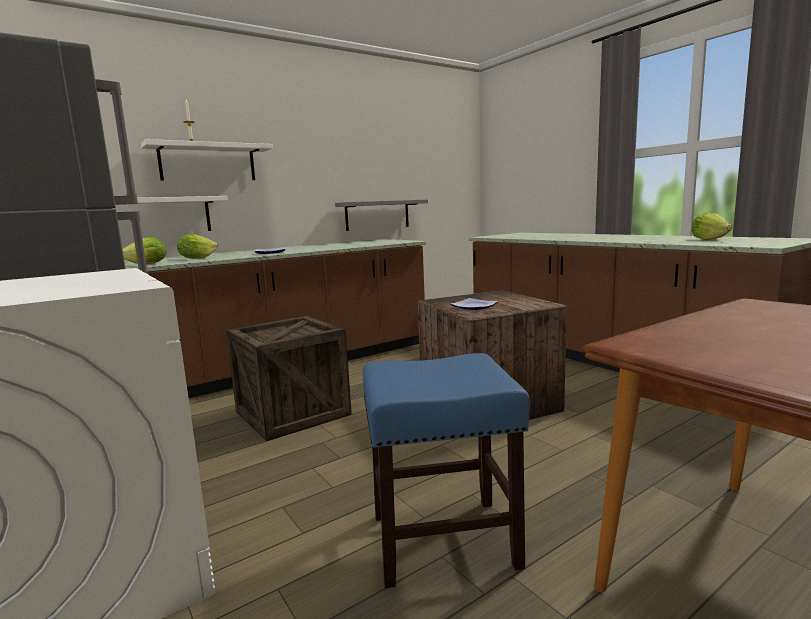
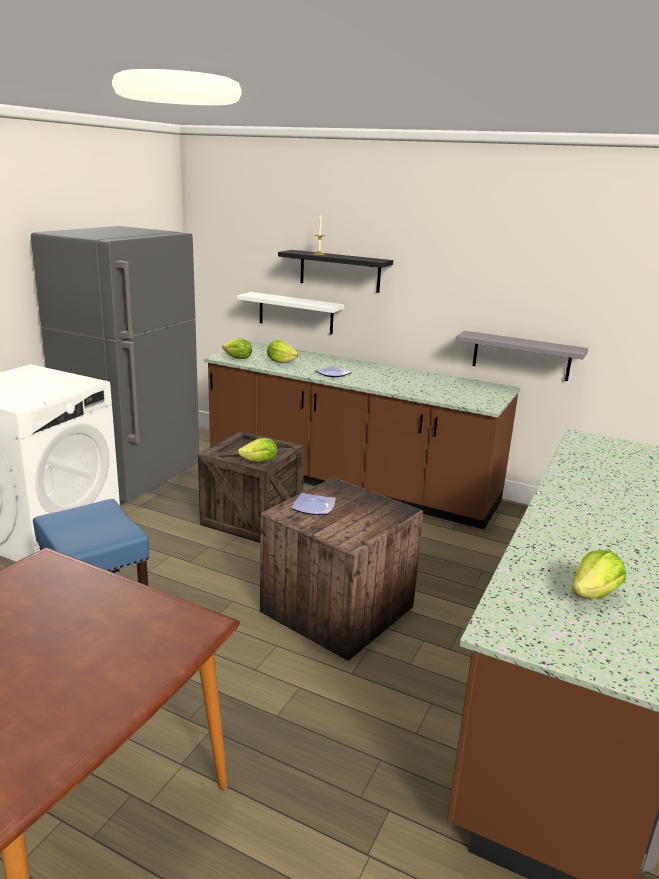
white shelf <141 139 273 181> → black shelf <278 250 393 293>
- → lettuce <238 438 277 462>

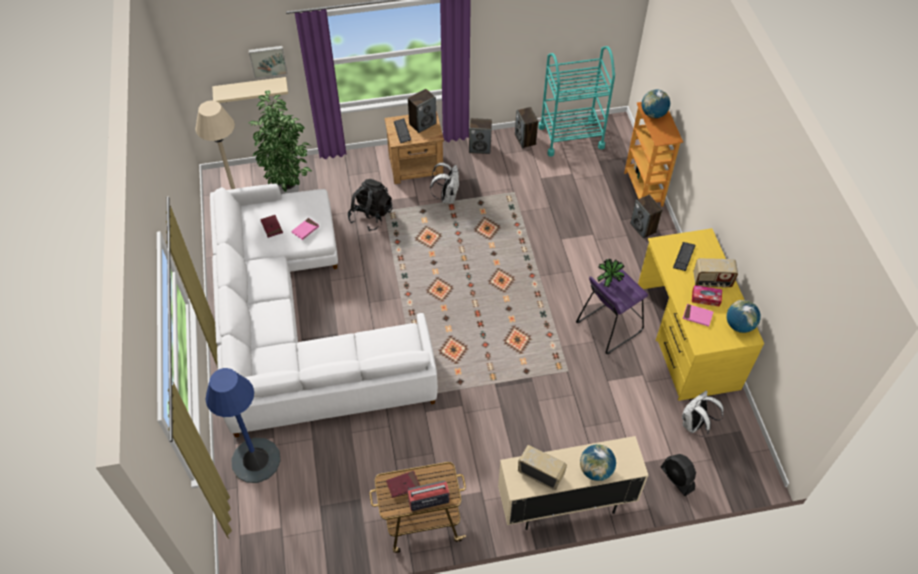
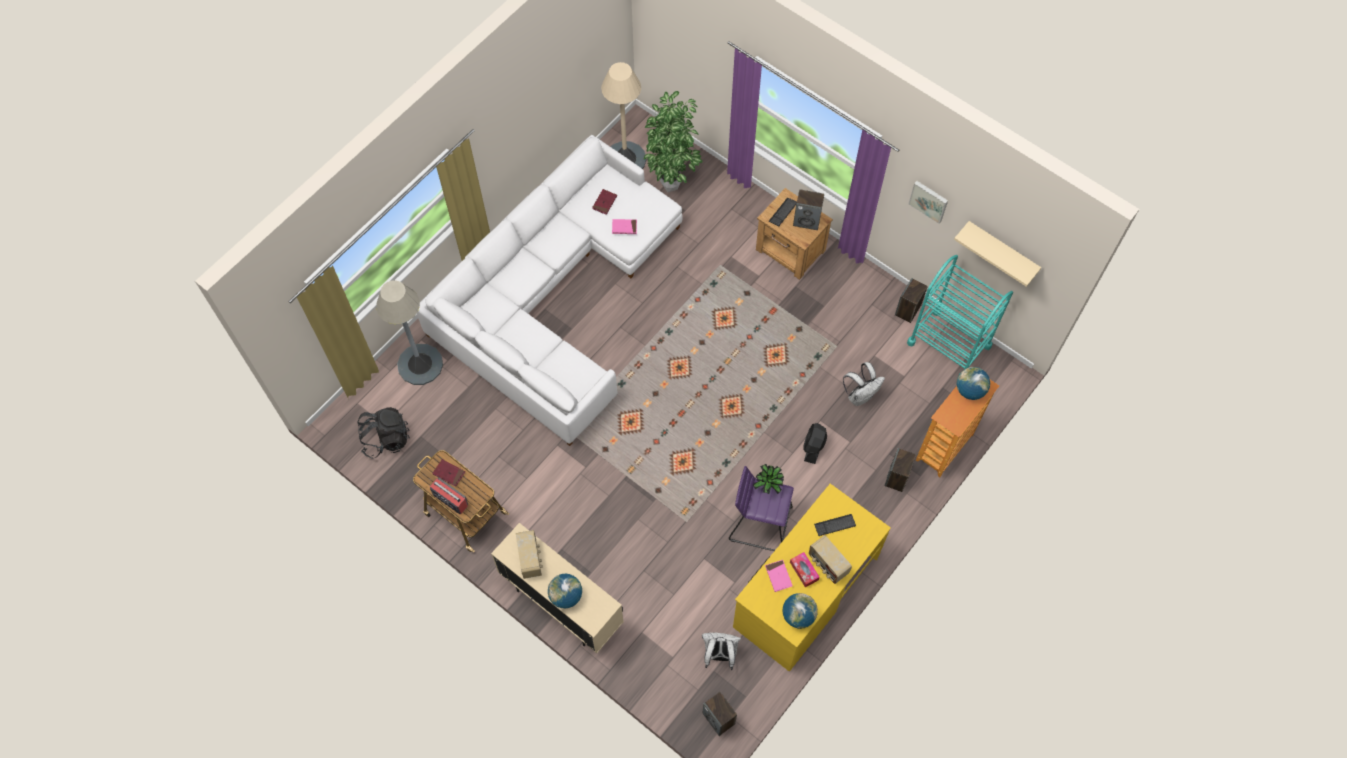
picture <249 46 288 78> → picture <909 181 948 224>, shifted
beige shelf <212 77 288 103> → beige shelf <954 221 1041 287>, shifted
speaker <469 118 492 154> → speaker <703 692 737 736>, shifted
white backpack <430 162 459 204> → white backpack <843 362 885 406>, shifted
black backpack <348 179 392 231> → black backpack <357 407 410 458>, shifted
blue floor lamp <205 368 281 483> → grey floor lamp <376 280 443 385>
black fan <661 454 696 496> → black fan <803 423 827 464>, shifted

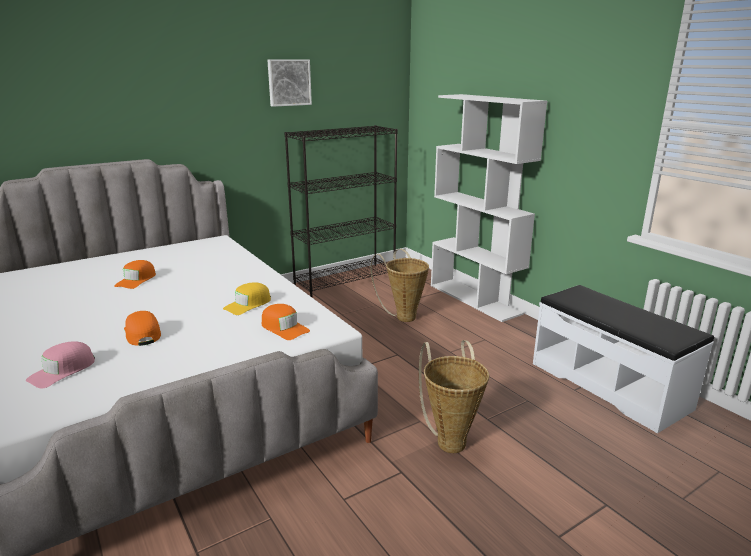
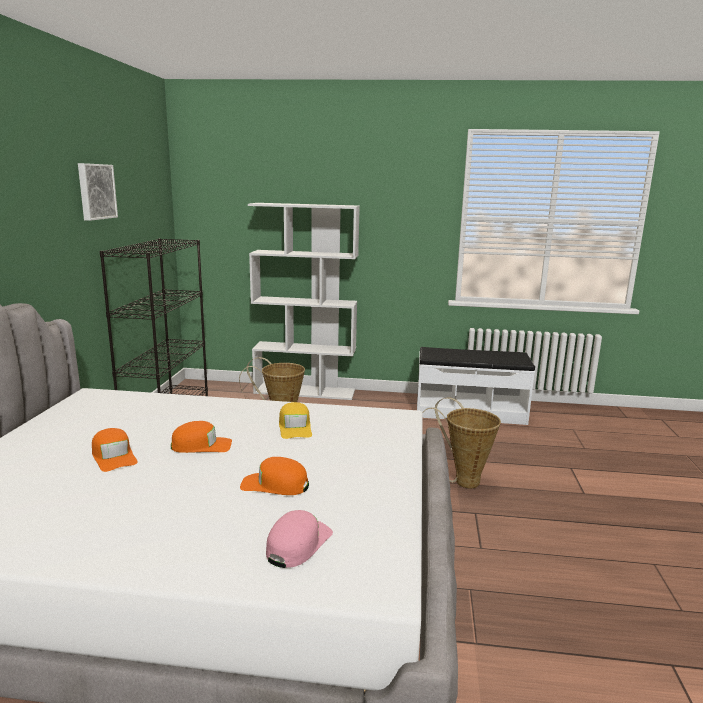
orange cap <262 304 310 340> → orange cap <171 421 232 453>, shifted
pink cap <26 341 95 389> → pink cap <266 510 333 568>, 135 degrees counterclockwise

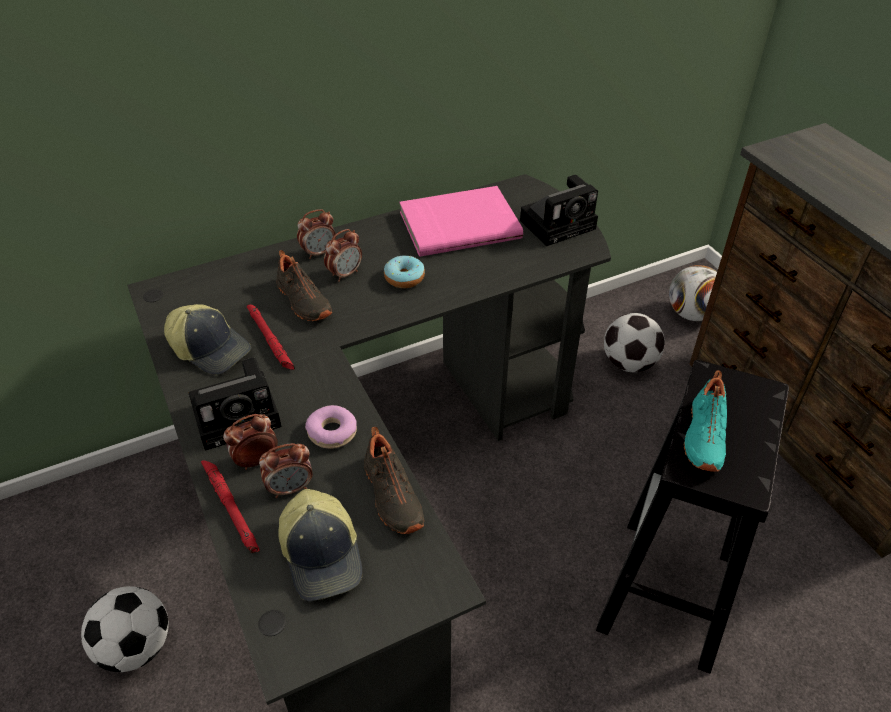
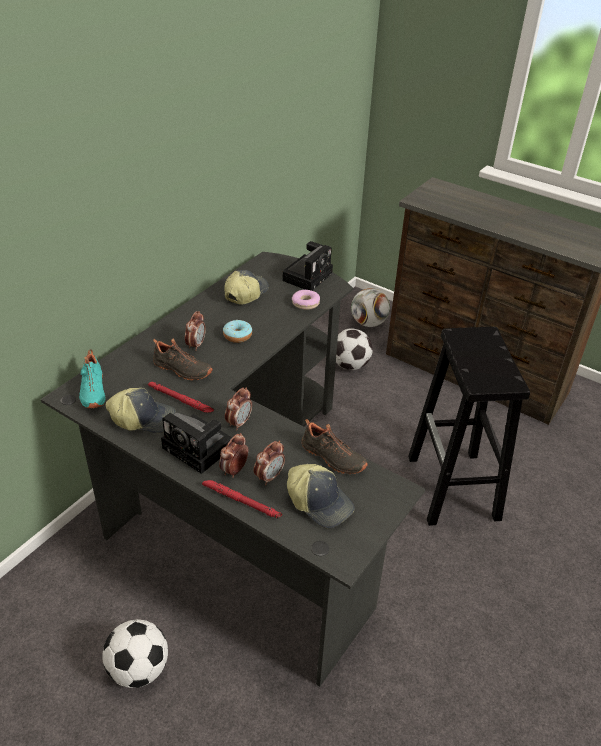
pink book <399 186 523 257> → cap <224 270 269 305>
alarm clock <297 209 336 259> → alarm clock <225 387 252 431>, shifted
photo camera <189 357 282 451> → photo camera <161 412 232 474>, 90 degrees clockwise
turquoise shoe <684 370 727 472> → turquoise shoe <79 349 106 408>, shifted
donut <305 405 357 449> → donut <292 290 320 310>, shifted

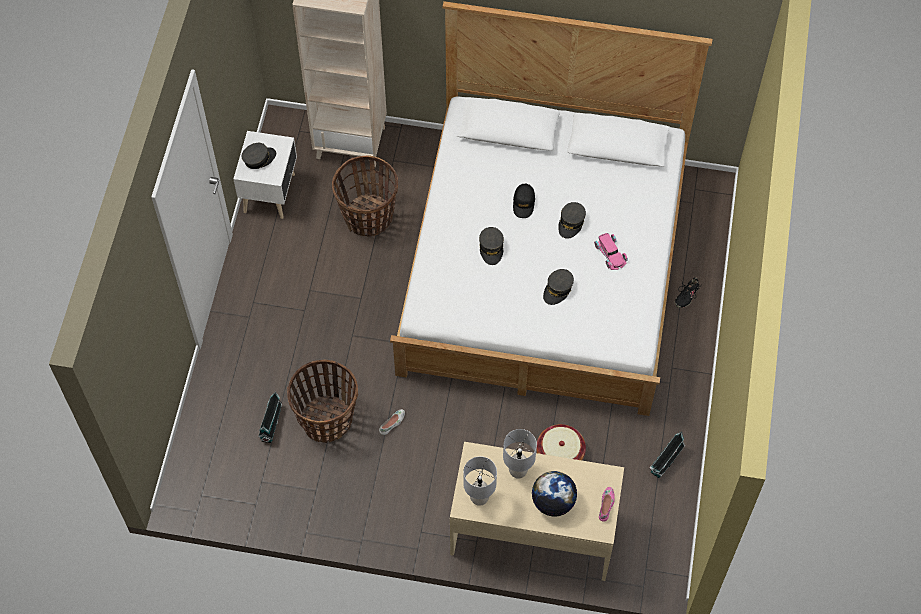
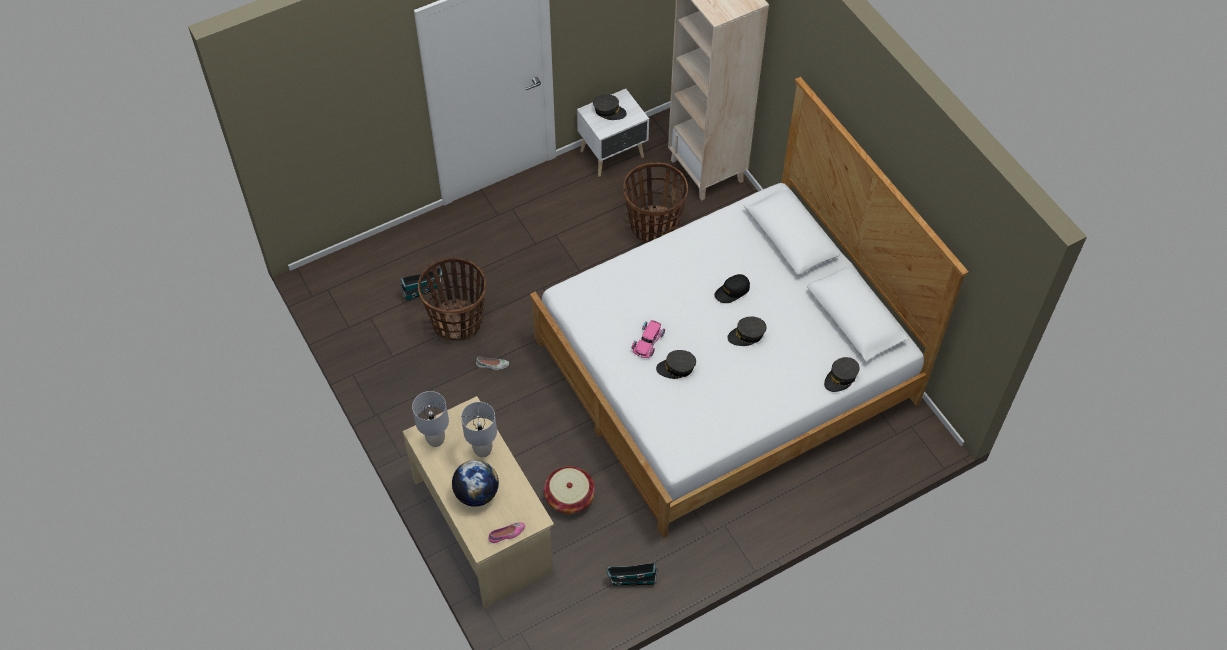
grey cap <479 227 504 265> → grey cap <824 357 859 392>, shifted
pink toy car <594 233 628 270> → pink toy car <631 320 665 358>, shifted
black shoe <674 277 700 308> → -

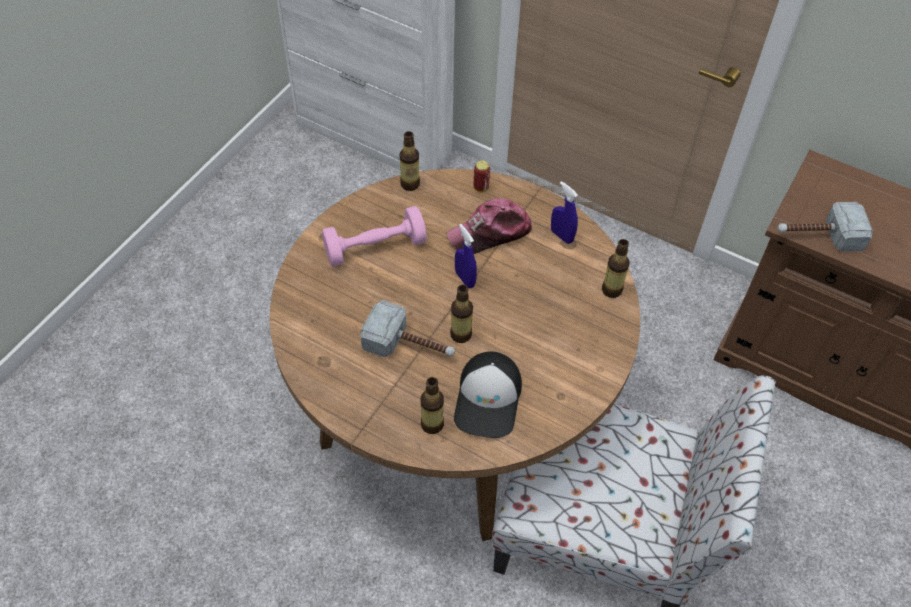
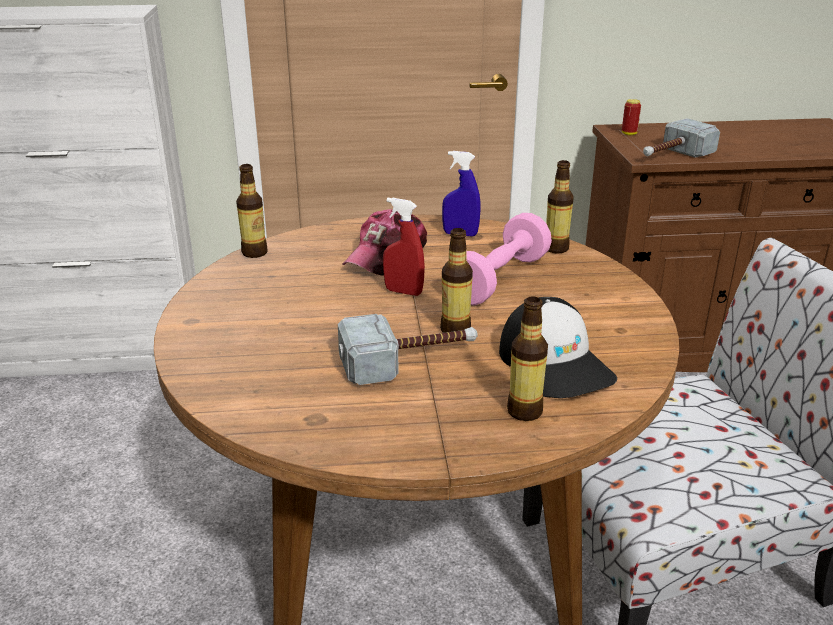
can <474 161 490 192> → can <622 99 641 135>, shifted
pink dumbbell <322 206 427 267> → pink dumbbell <466 213 552 306>, shifted
blue spray bottle <455 224 477 288> → red spray bottle <383 198 425 296>

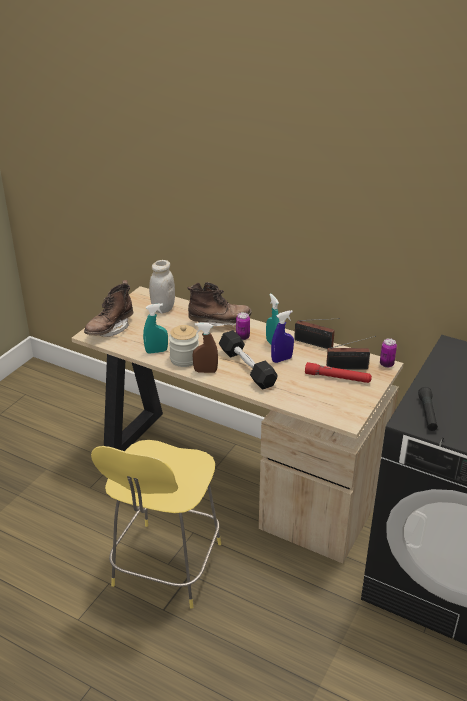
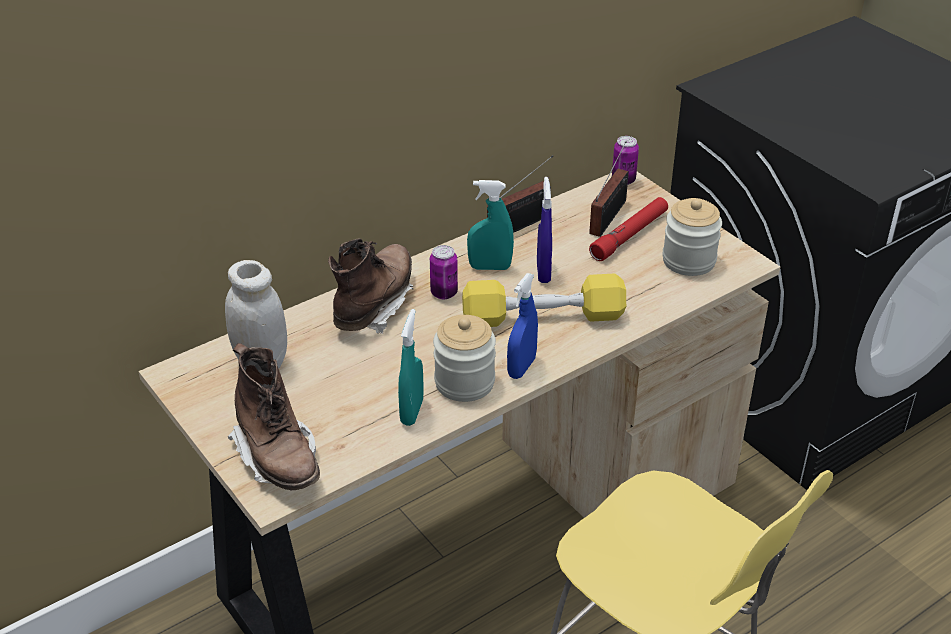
brown spray bottle <193 323 218 373> → blue spray bottle <507 273 538 379>
black dumbbell <219 330 278 389> → yellow dumbbell <462 273 626 327>
black flashlight <418 387 438 431> → -
- → jar <662 198 722 276>

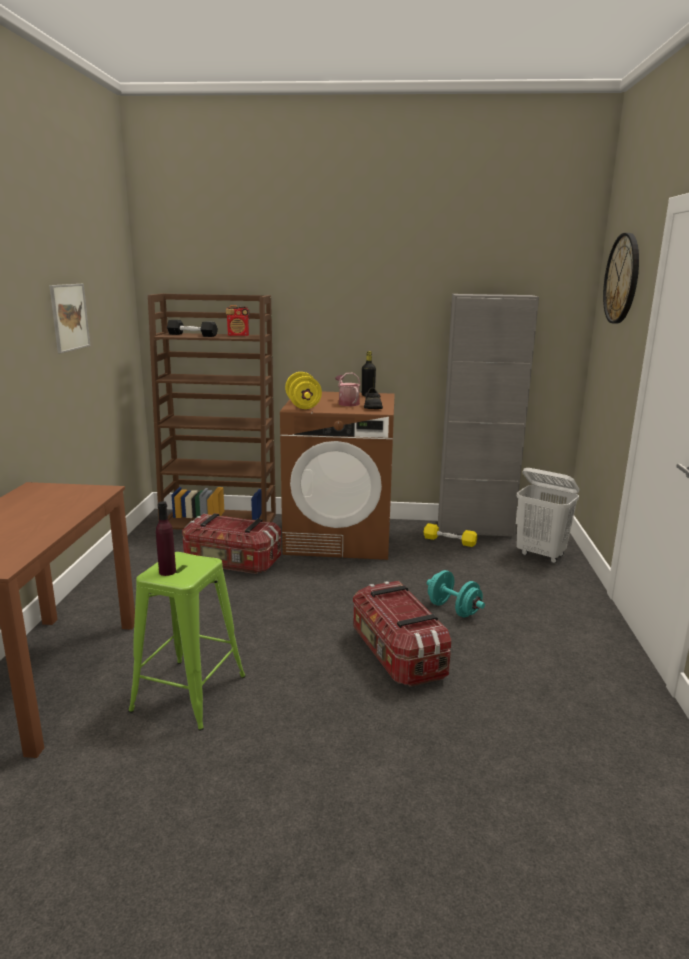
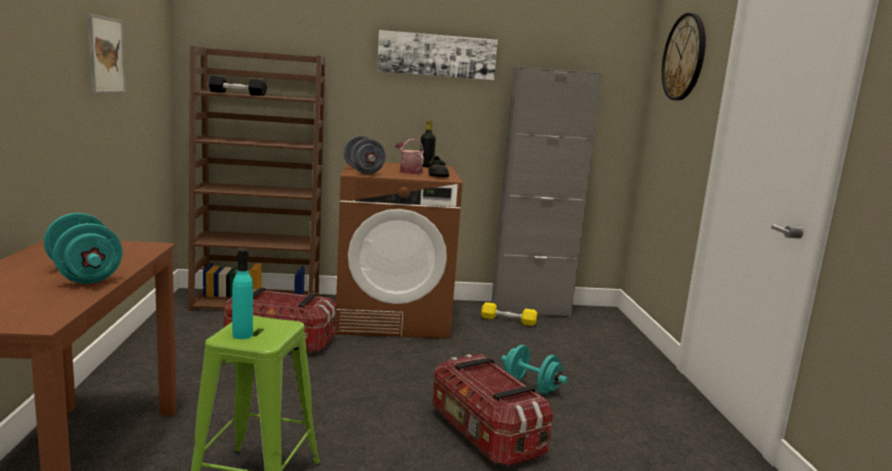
radio <226 305 250 336> → -
yellow dumbbell <285 372 322 409> → grey dumbbell <344 136 386 174>
white laundry basket <516 468 580 563> → -
purple bottle <156 501 176 576> → turquoise bottle <232 249 253 339>
- → picture <377 30 498 80>
- → turquoise dumbbell <44 213 123 284>

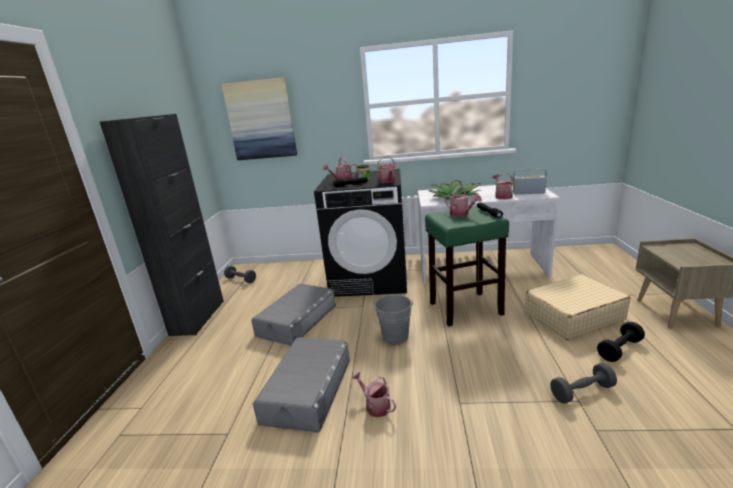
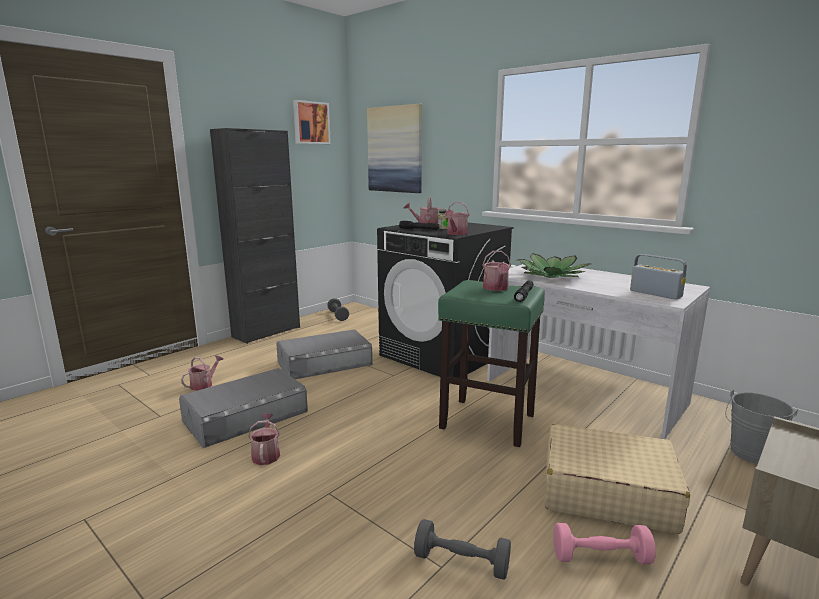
watering can <493 173 513 199> → watering can <181 355 223 391>, shifted
grey bucket <373 294 413 345> → grey bucket <725 389 798 464>, shifted
black dumbbell <597 322 645 362> → pink dumbbell <553 523 656 564>
- → picture <293 100 331 144>

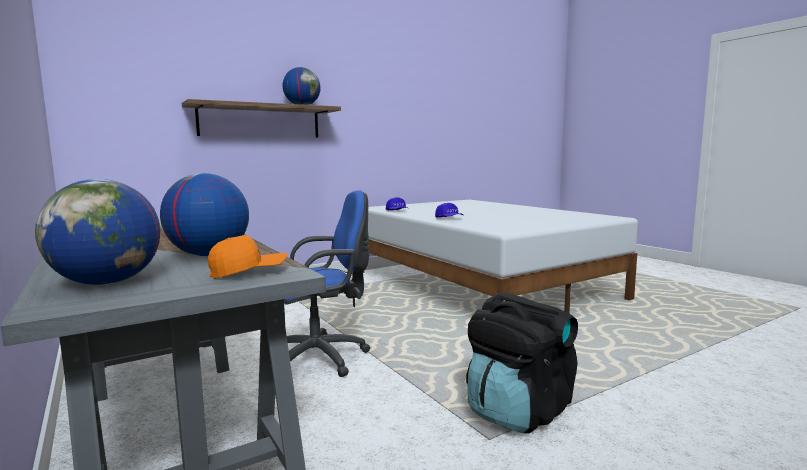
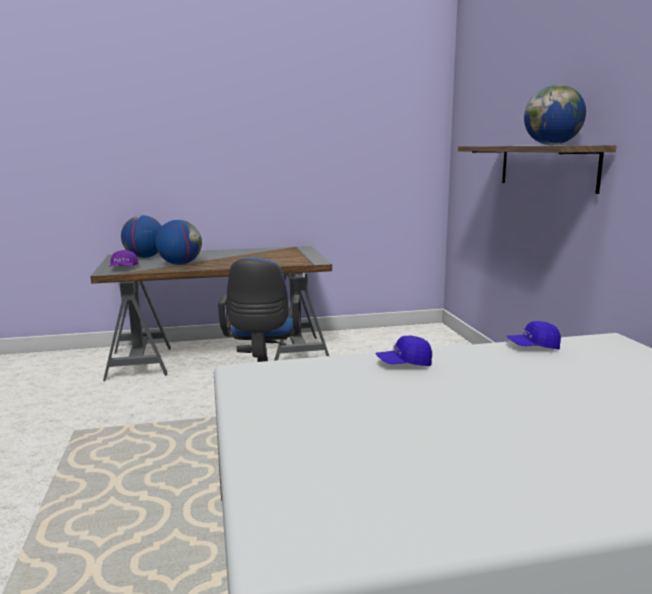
orange cap <208 235 287 279> → purple cap <109 250 138 267>
black backpack <466 293 578 434> → -

